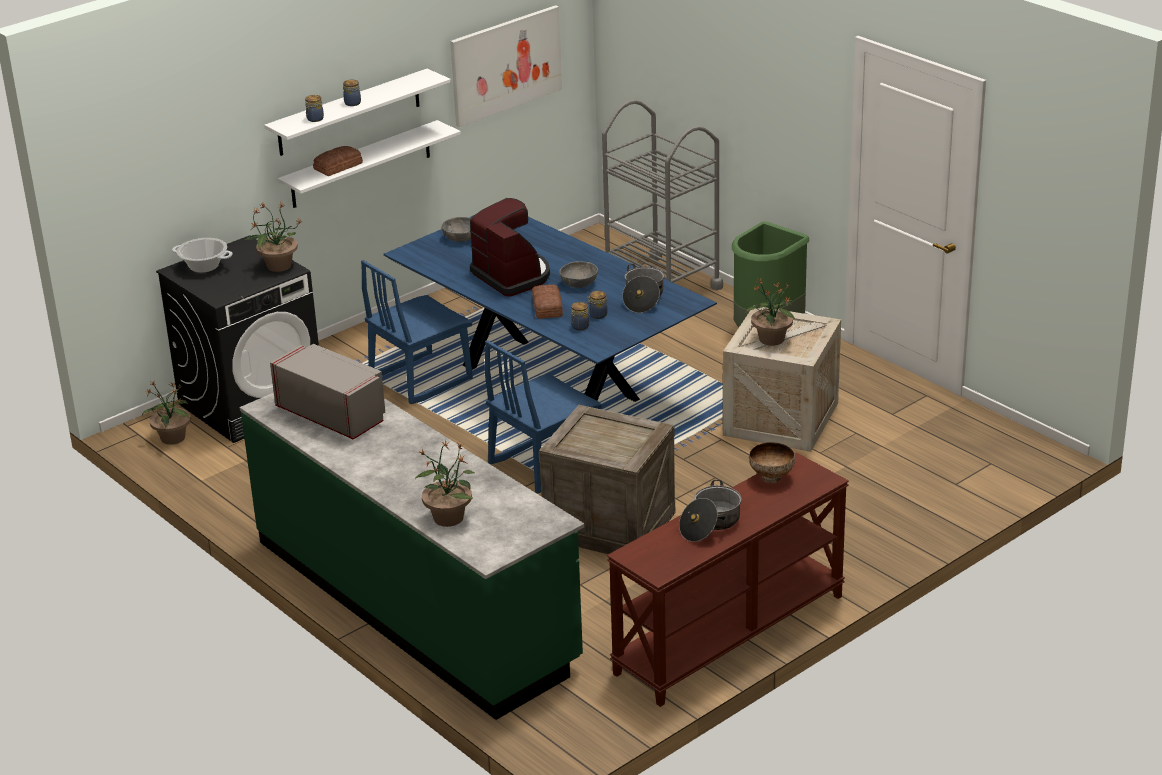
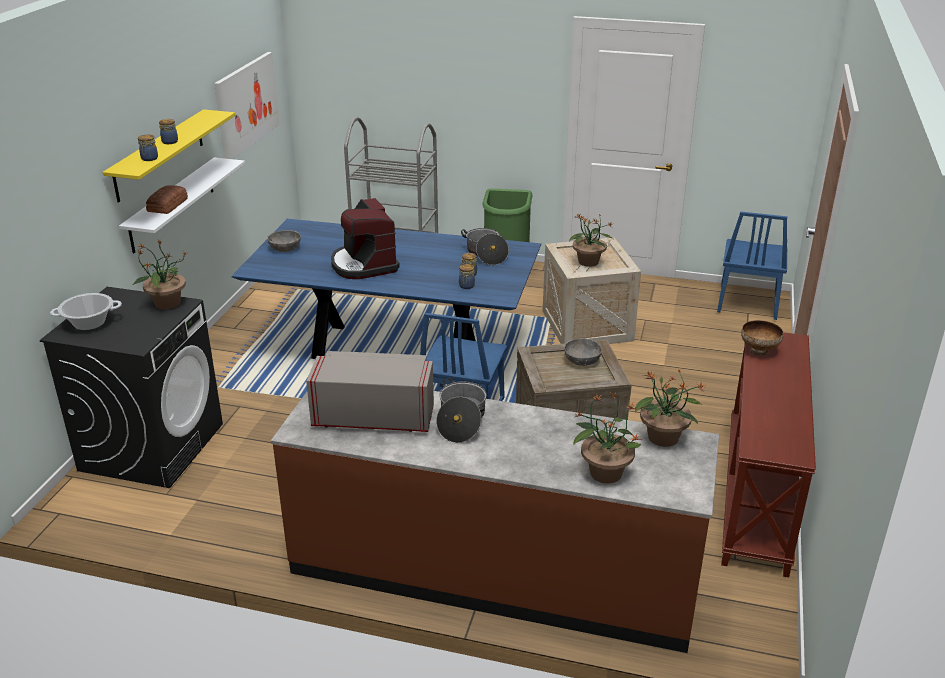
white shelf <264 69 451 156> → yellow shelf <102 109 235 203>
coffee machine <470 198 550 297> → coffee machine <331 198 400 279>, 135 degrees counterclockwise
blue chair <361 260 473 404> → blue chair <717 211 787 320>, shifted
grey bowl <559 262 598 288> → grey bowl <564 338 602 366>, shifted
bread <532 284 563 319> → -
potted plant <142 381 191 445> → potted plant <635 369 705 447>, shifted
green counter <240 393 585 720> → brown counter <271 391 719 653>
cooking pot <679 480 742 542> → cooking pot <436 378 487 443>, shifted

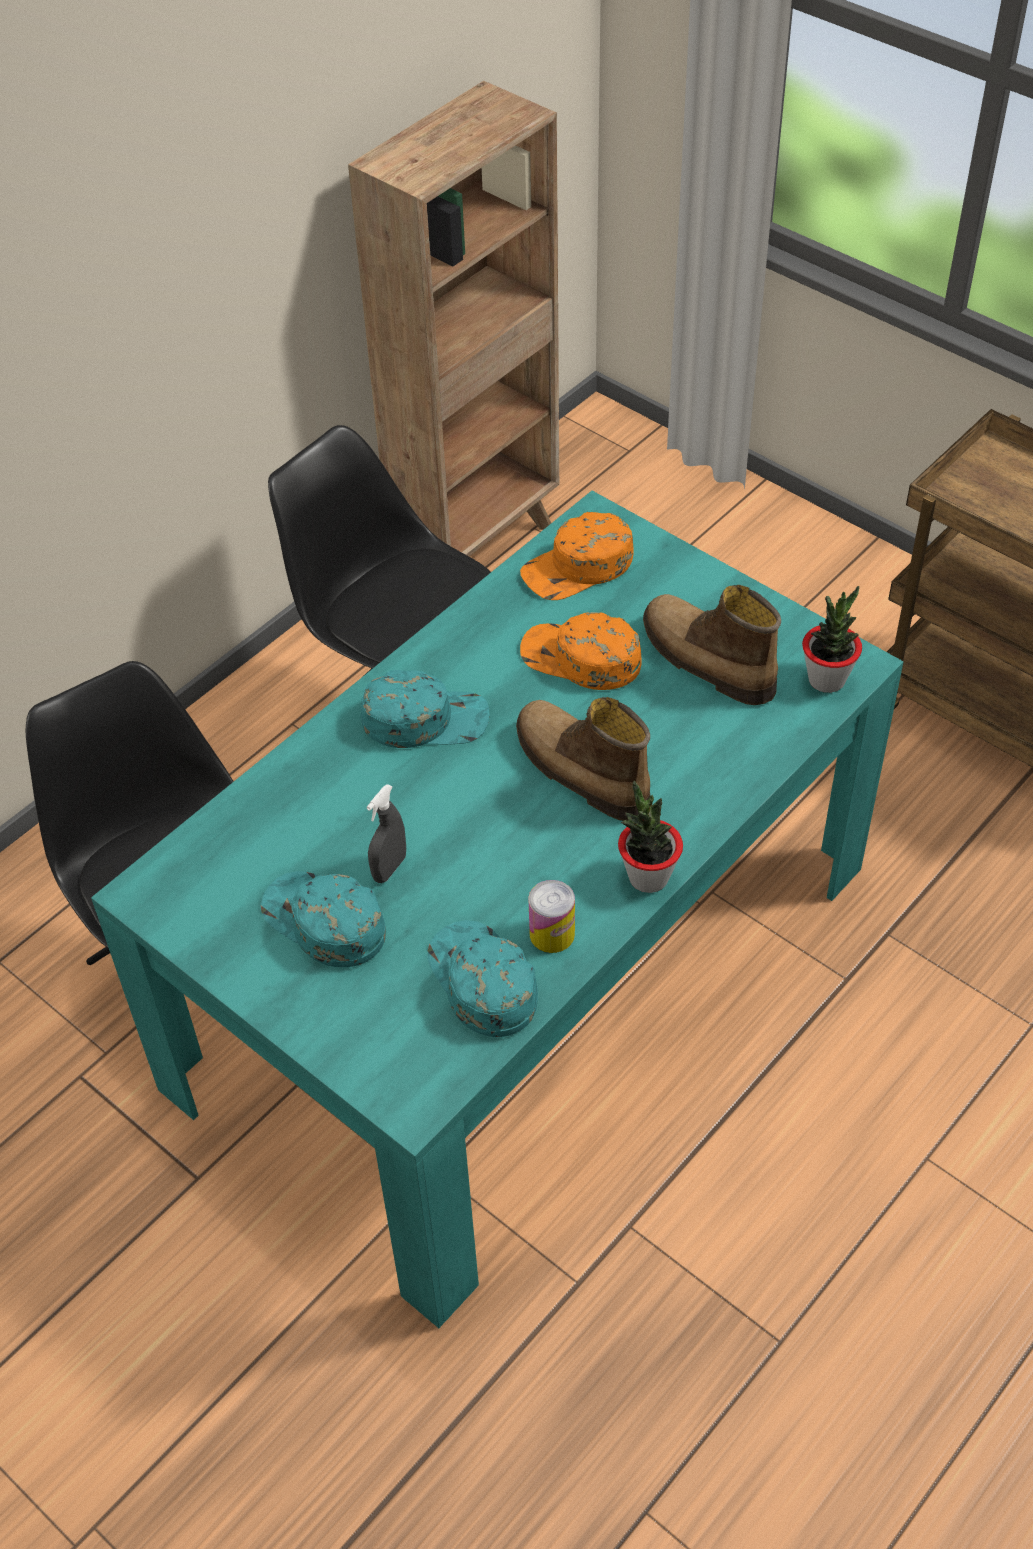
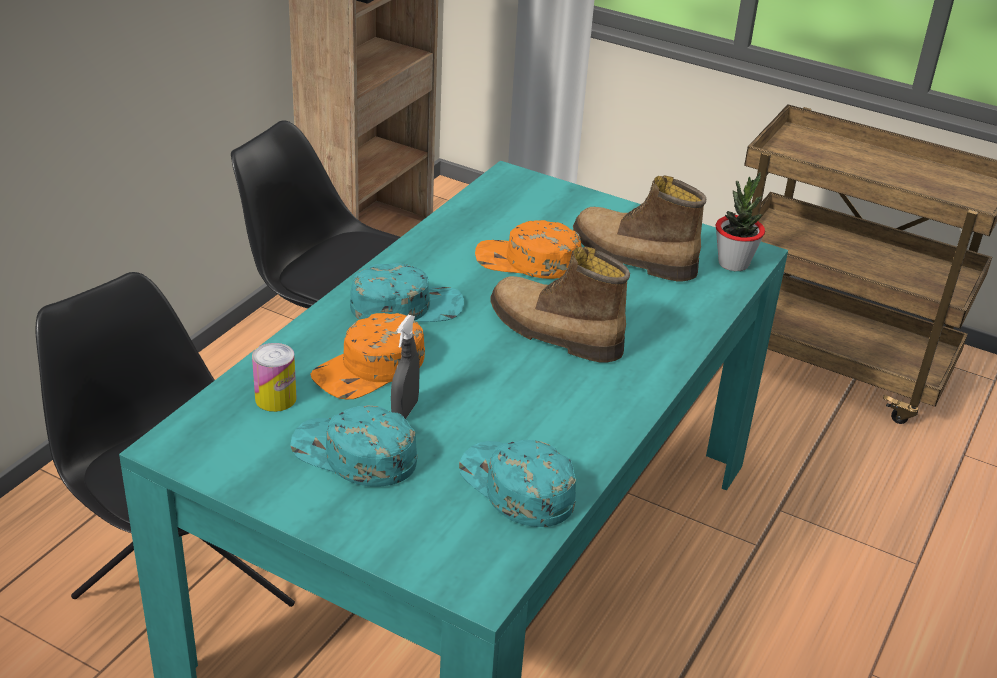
orange cap <520 512 634 600> → orange cap <311 313 425 399>, shifted
potted plant <618 781 683 893> → -
can <528 880 575 953> → can <252 343 297 412>, shifted

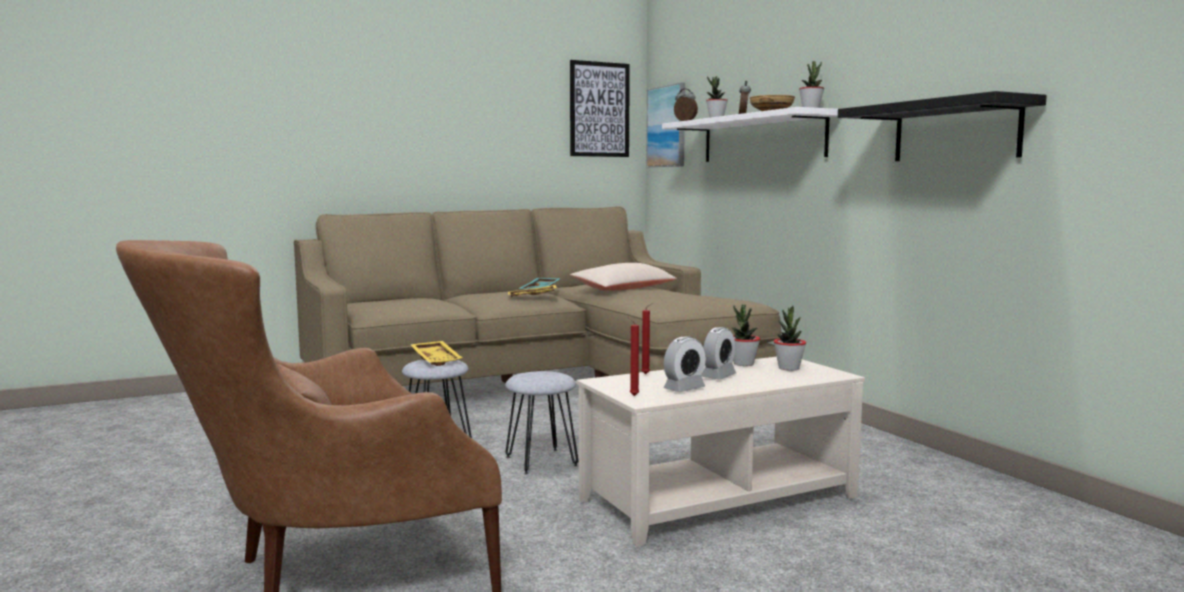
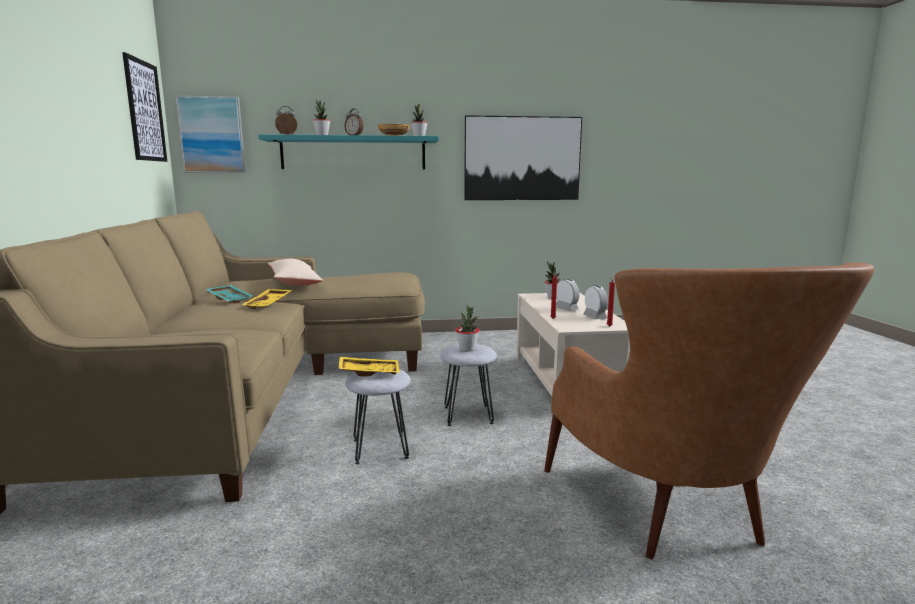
black shelf <838 91 1047 161> → picture <464 115 582 200>
white shelf <662 107 838 162> → turquoise shelf <258 134 439 170>
potted plant <732 305 760 366> → potted plant <456 305 479 352>, shifted

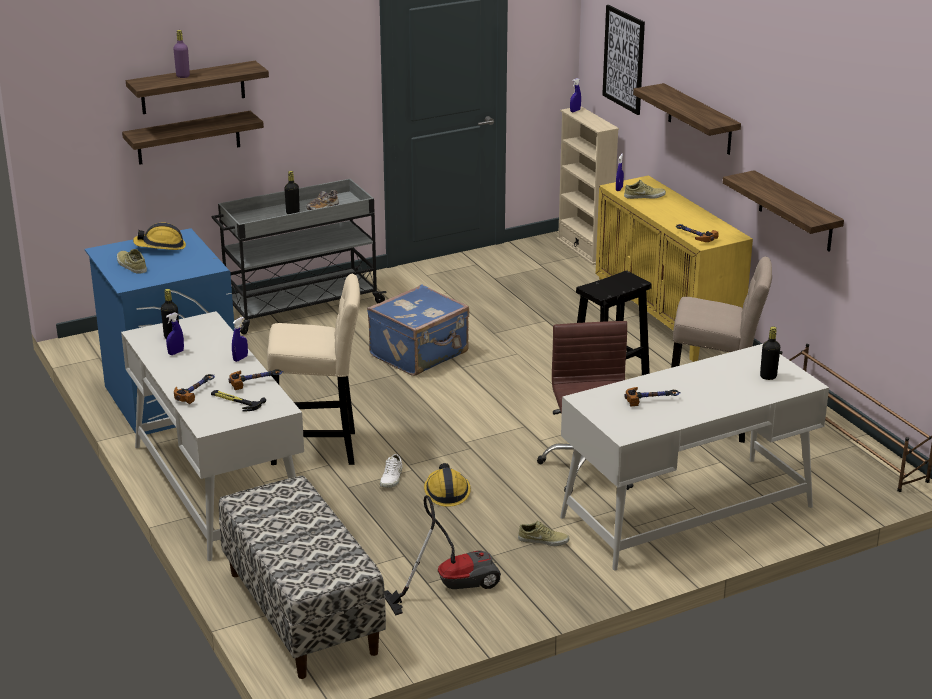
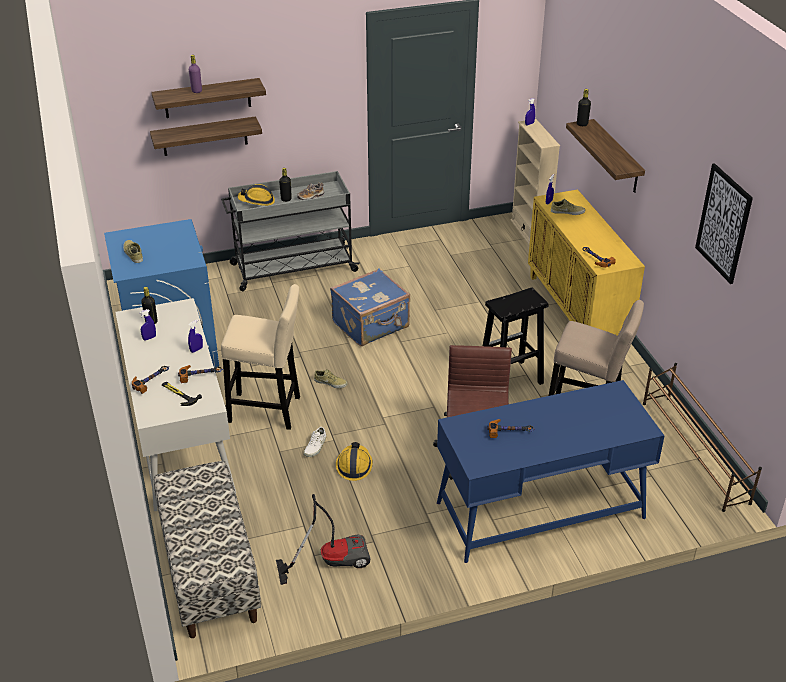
picture <602 5 645 115> → picture <695 163 753 284>, shifted
shelf <723 170 844 252> → -
hard hat <133 223 186 250> → hard hat <238 184 275 206>, shifted
black bottle <760 327 780 380> → black bottle <577 89 591 126>, shifted
white desk <560 343 829 570> → blue desk <437 380 665 563>
beige shoe <518 521 570 546> → beige shoe <314 369 348 388>, shifted

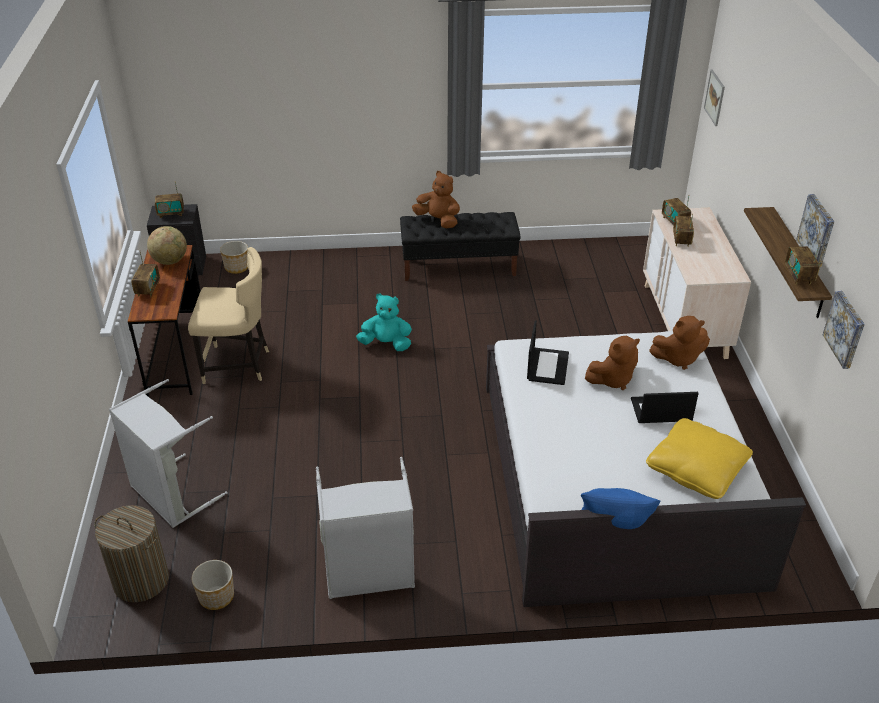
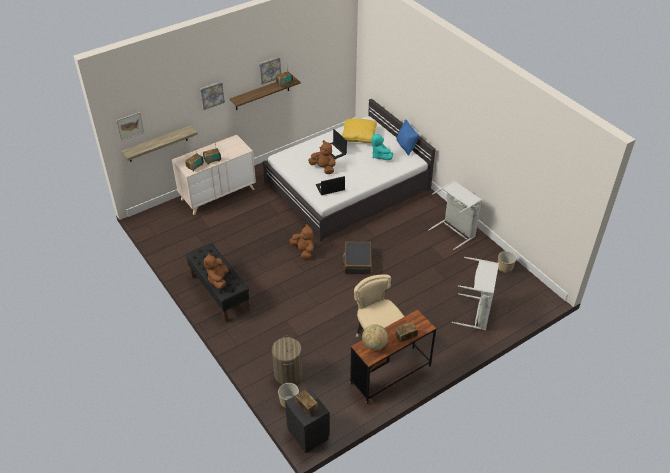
picture <823 291 865 369> → picture <200 81 225 110>, shifted
turquoise plush toy <356 293 412 351> → turquoise plush toy <371 133 393 160>, shifted
brown plush toy <649 316 710 370> → brown plush toy <289 224 313 259>, shifted
laundry basket <94 505 169 602> → laundry basket <272 335 302 385>, shifted
- → shelf <121 125 198 162>
- → black suitcase <343 241 372 275>

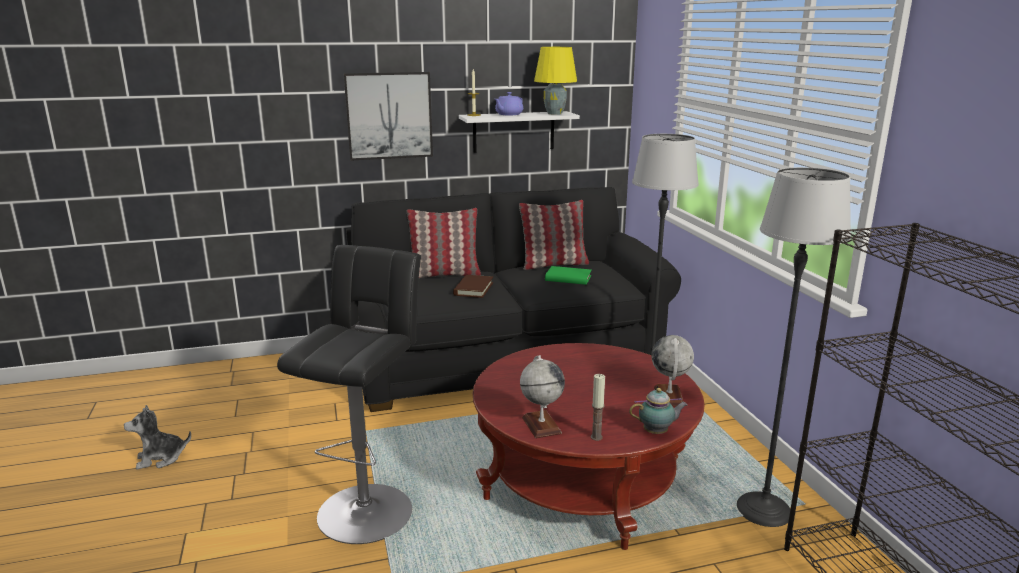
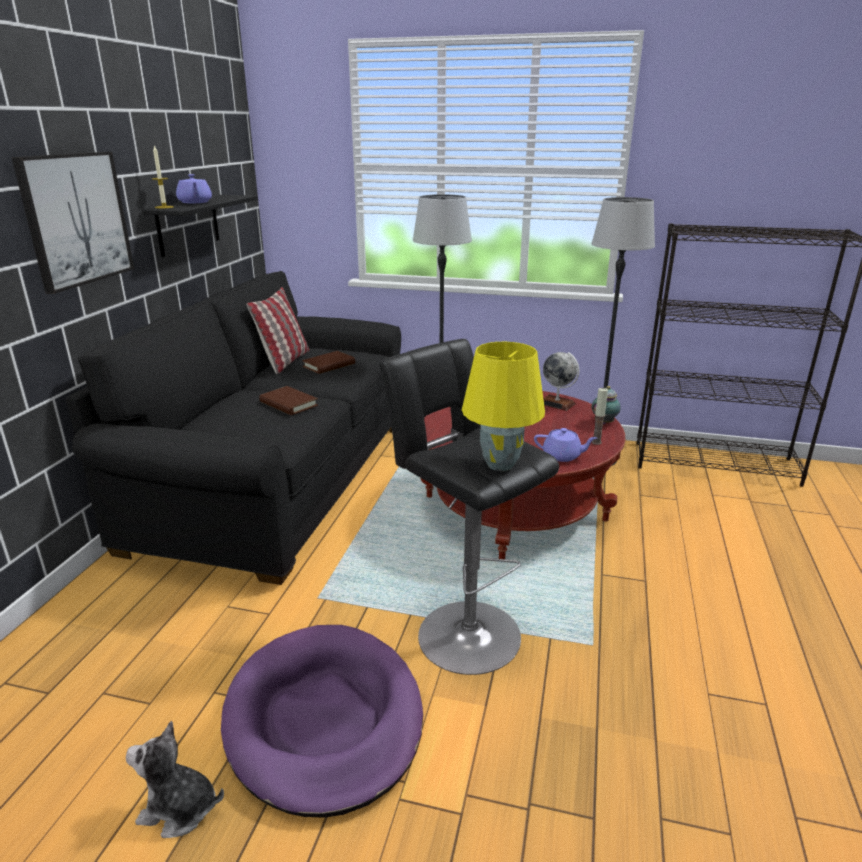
yellow table lamp <534 47 577 115> → yellow table lamp <462 342 545 471>, shifted
white shelf <459 111 580 153> → black shelf <142 195 258 257>
pillow <407 208 481 278> → -
green book <545 266 592 285> → brown book <302 351 355 374>
globe <520 355 565 438> → purple teapot <534 428 597 462>
plush toy <124 405 191 469> → plush toy <126 720 224 838>, 90 degrees clockwise
- → purple dog bed <221 625 423 818>

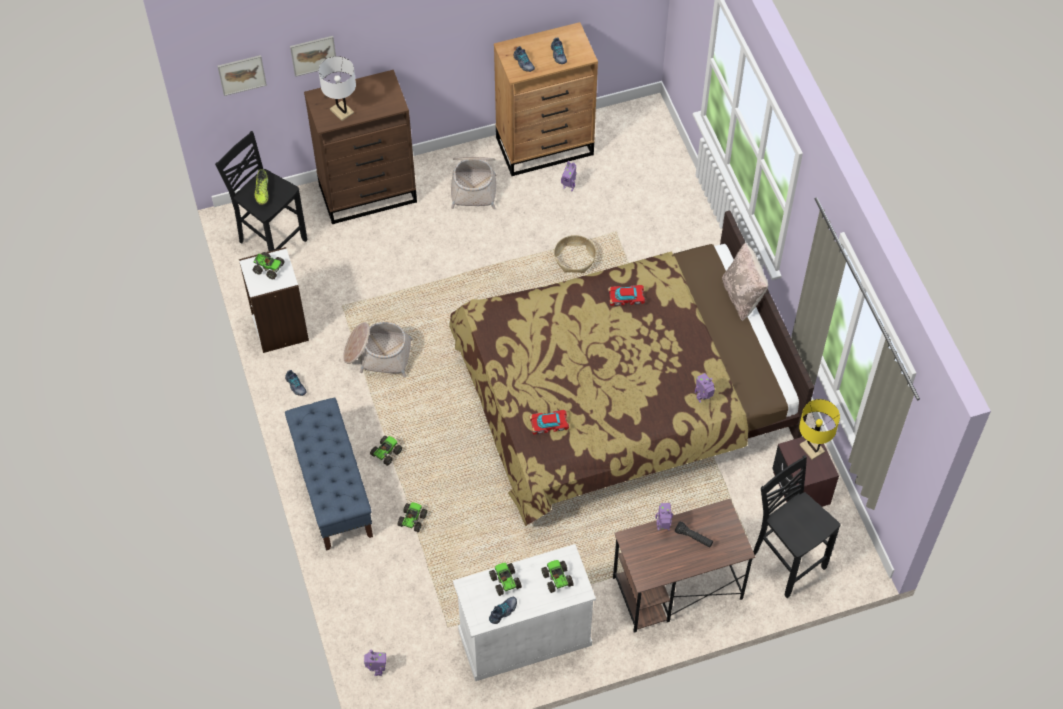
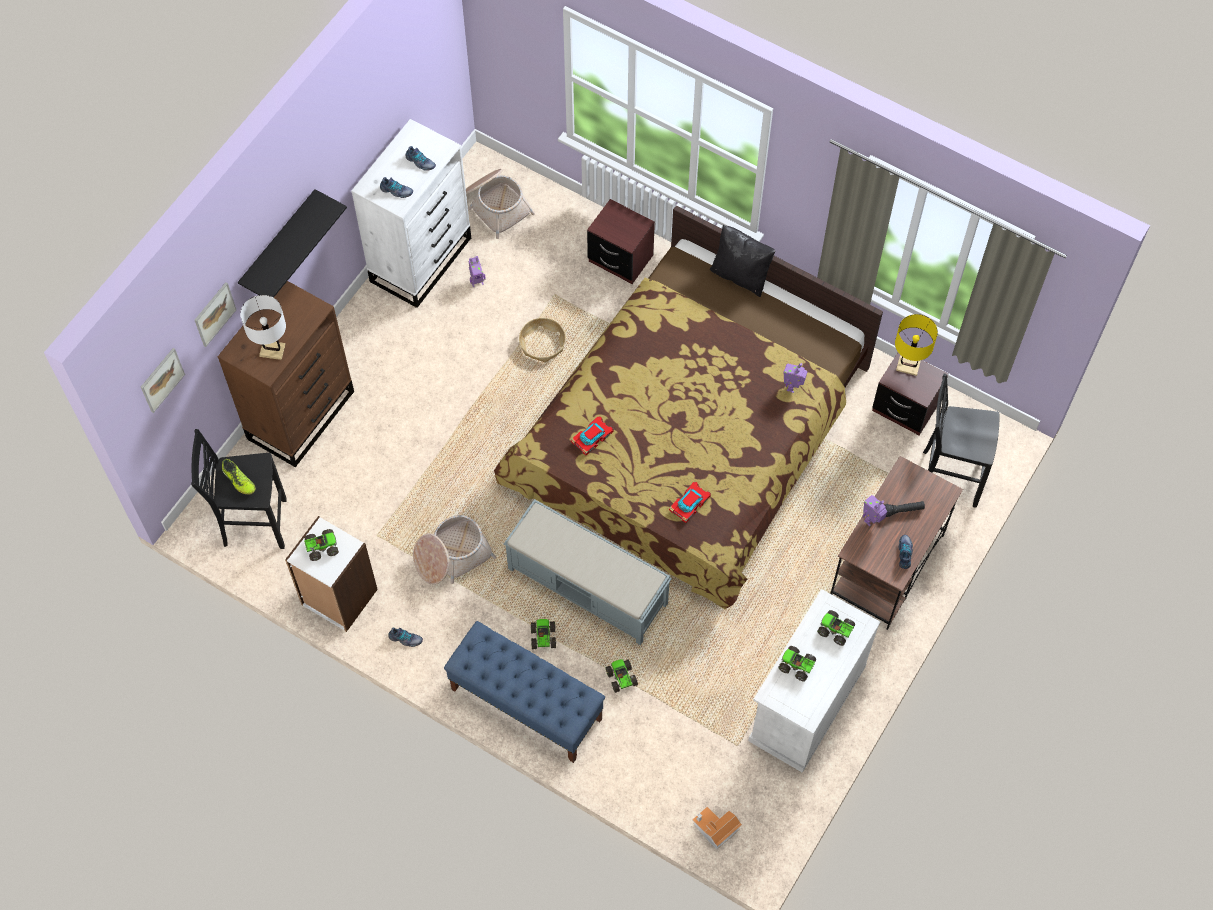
brown dresser <494 22 598 176> → white dresser <351 119 471 308>
basket <451 157 497 209> → basket <466 169 535 239>, shifted
beige pillow <722 243 768 321> → black pillow <710 224 776 297>
toy car <608 285 645 306> → toy car <571 416 613 455>, shifted
shoe <489 597 517 624> → shoe <898 535 913 569>, shifted
toy robot <364 650 386 676> → toy house <692 806 742 849>
- → black shelf <238 189 347 298>
- → brown nightstand <587 199 655 284>
- → grey bench <504 499 672 645>

